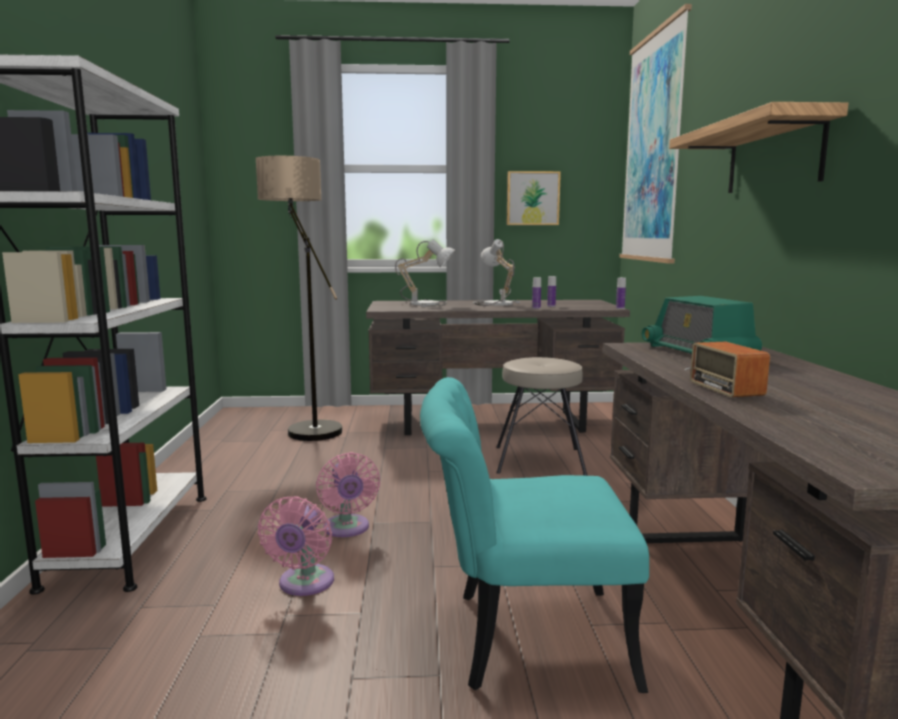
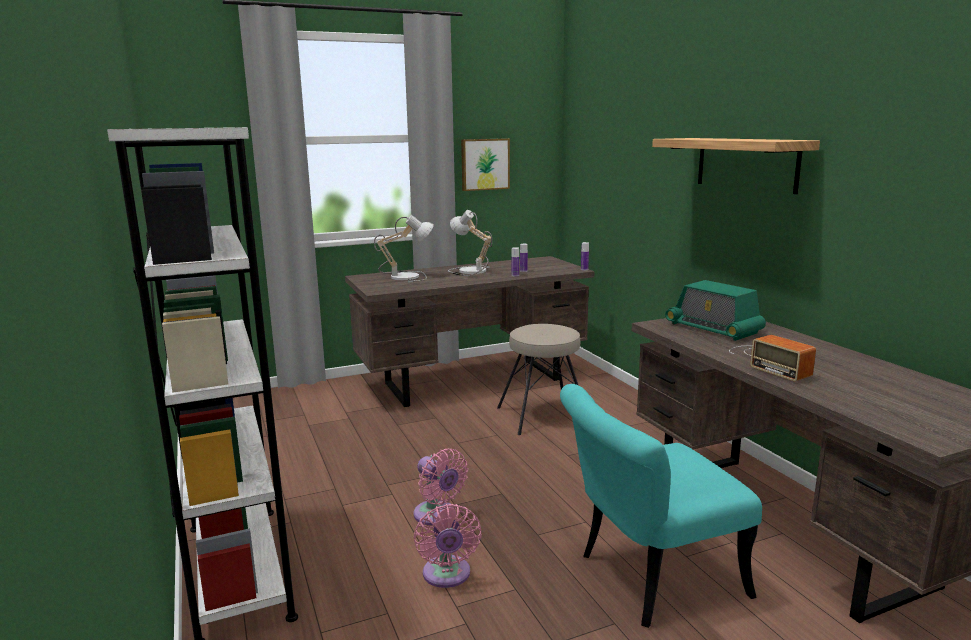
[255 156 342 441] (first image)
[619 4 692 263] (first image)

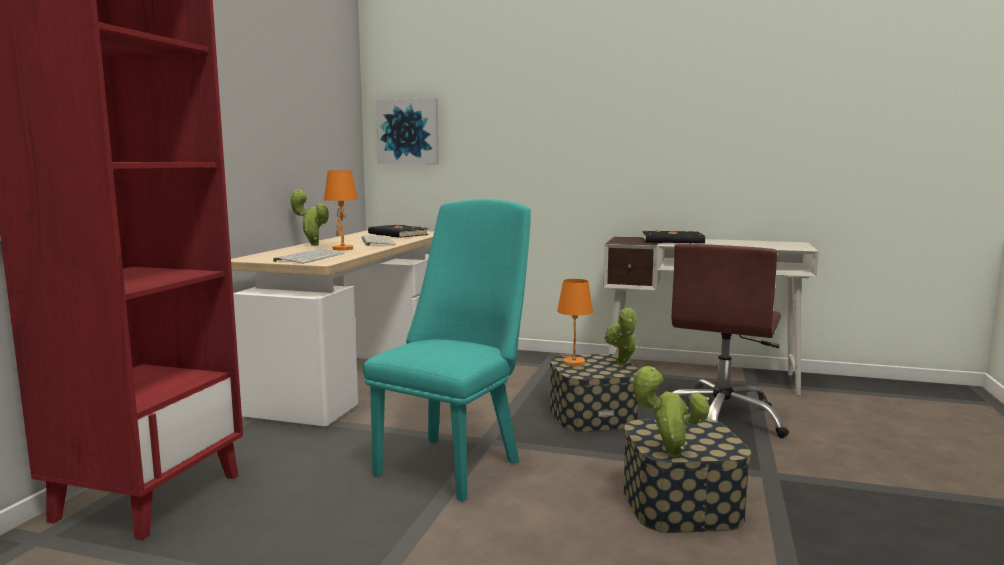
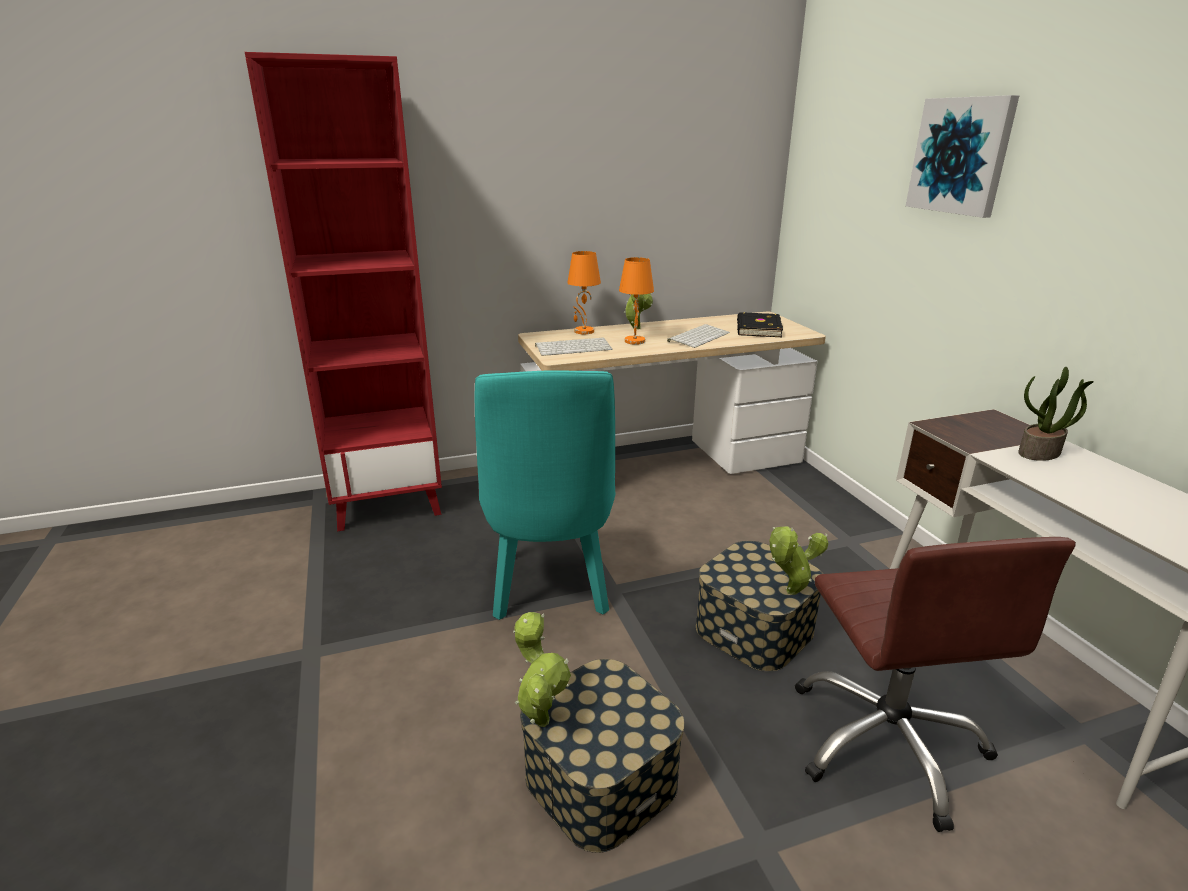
[475 371 615 620]
[567 251 601 334]
[795 537 1076 832]
[906 95 1019 218]
[1018 367 1094 461]

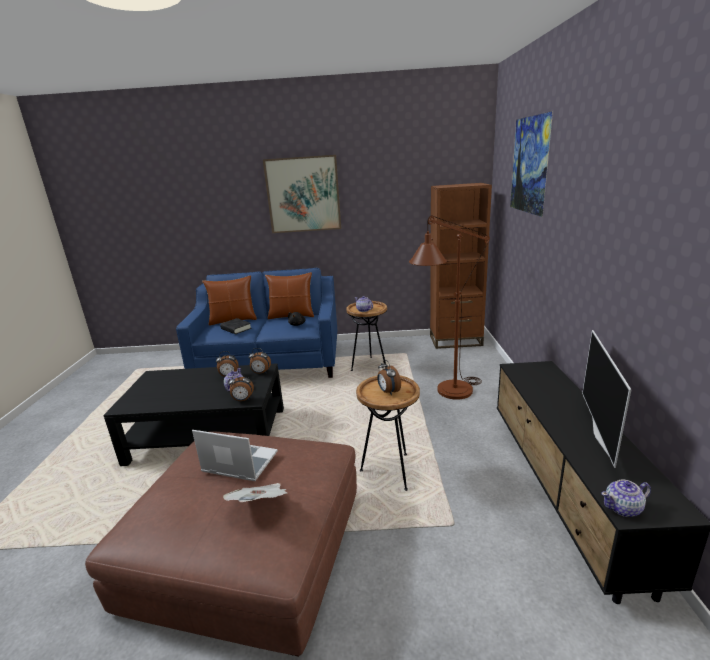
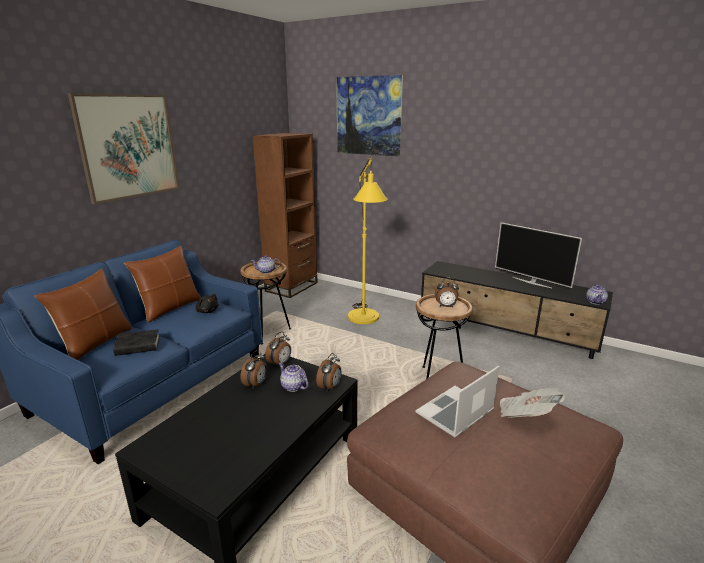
[348 157 388 324]

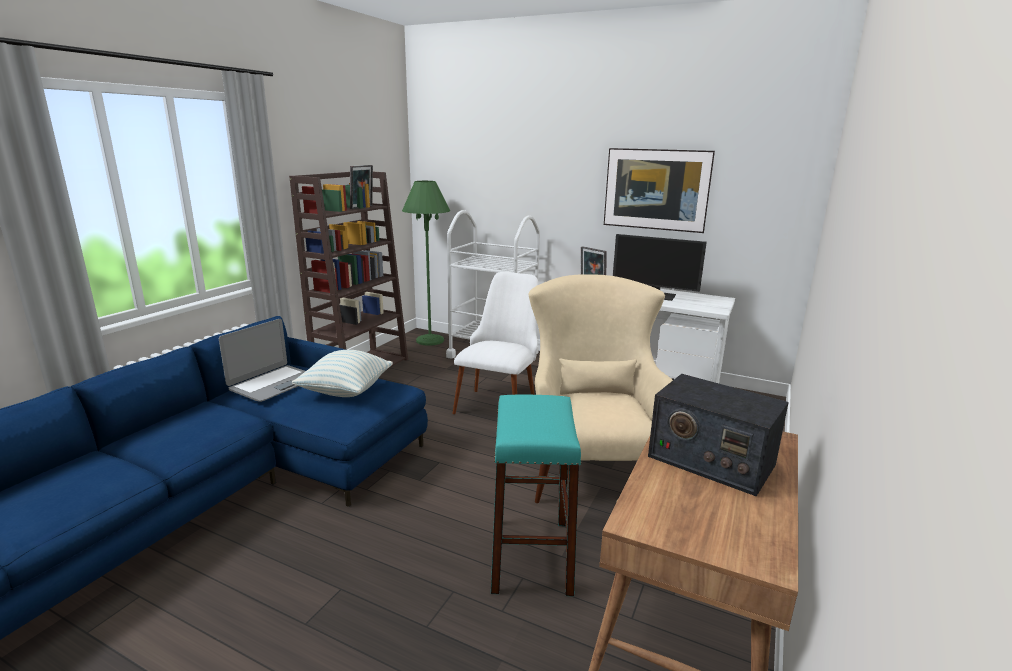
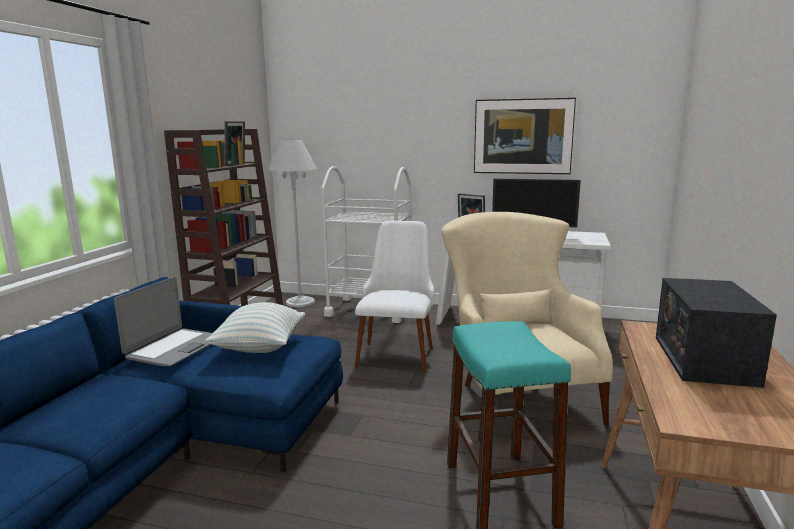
[268 140 317 307]
[656 278 777 388]

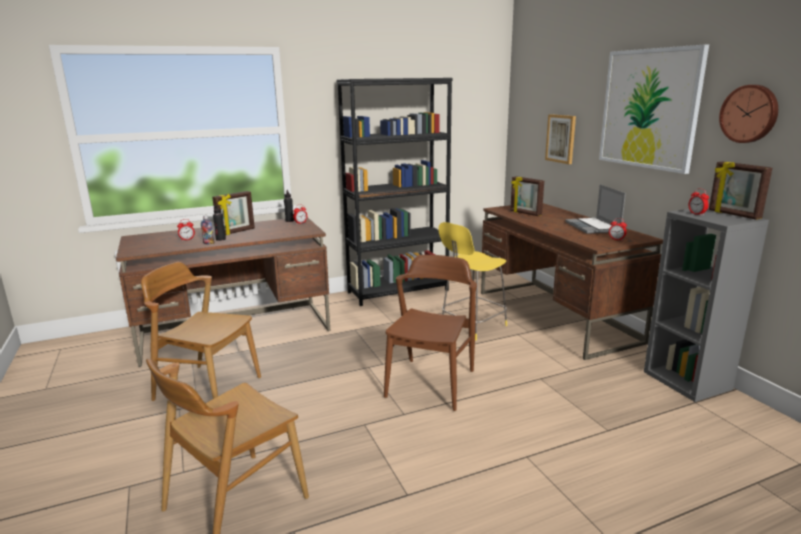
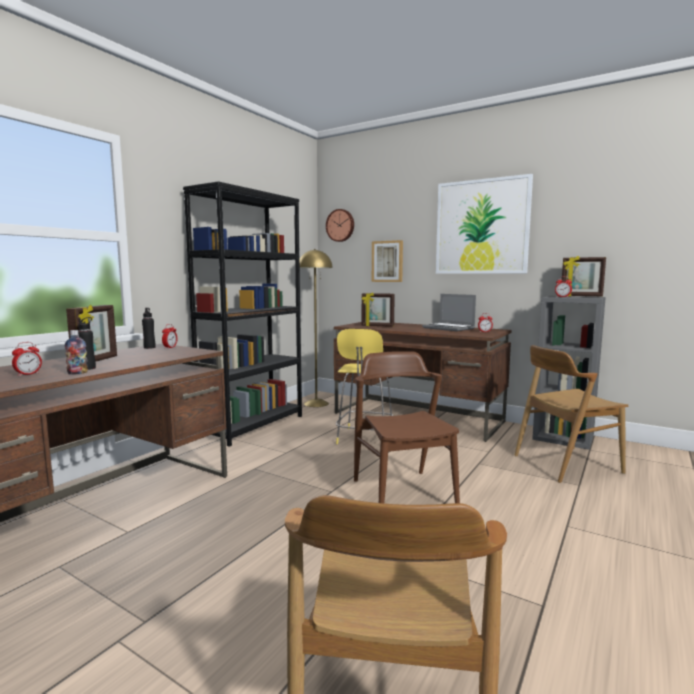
[300 249 333 407]
[326 209 354 242]
[514 345 628 483]

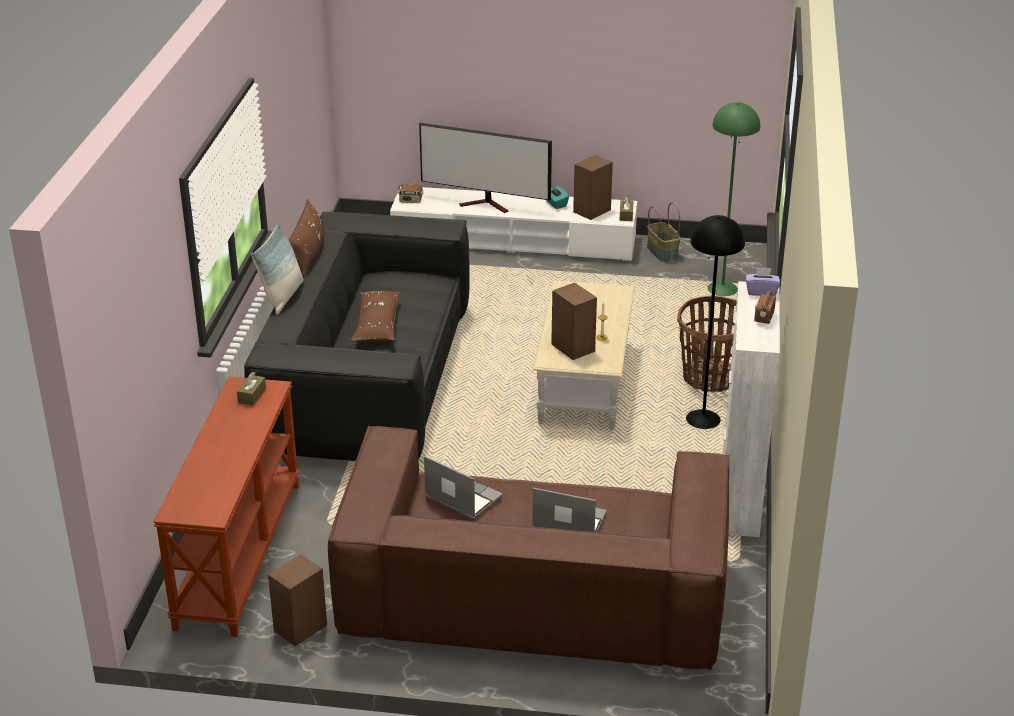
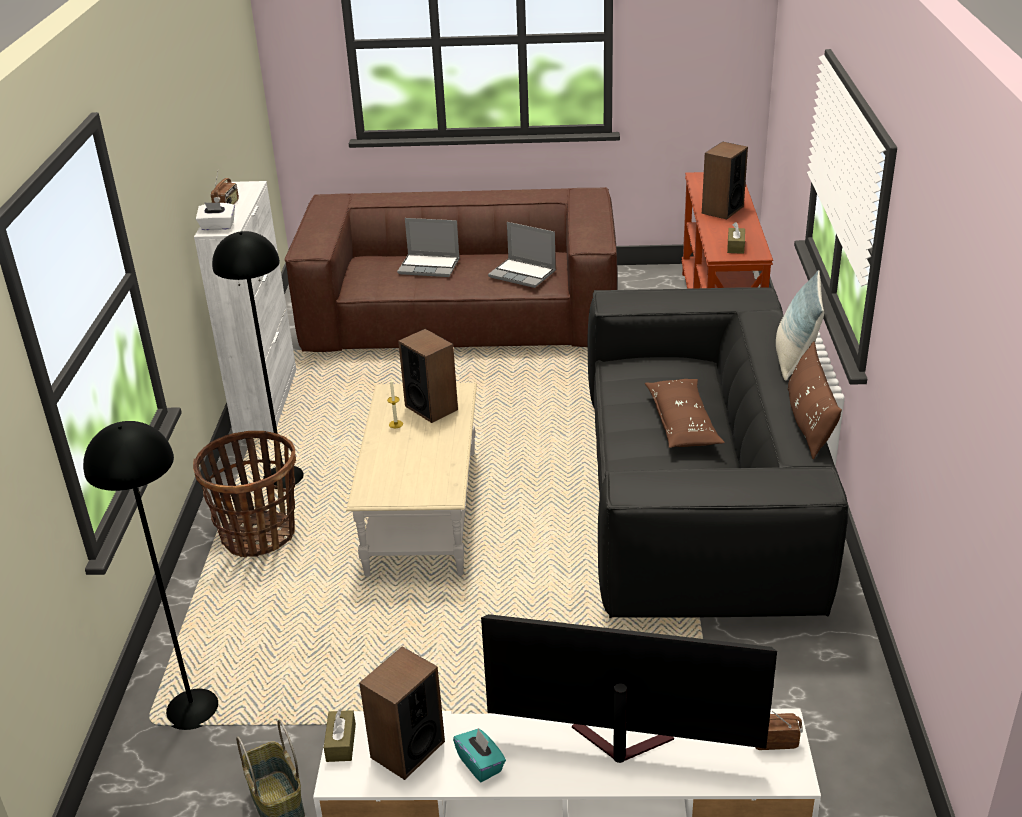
[83 421 218 730]
[196 202 235 230]
[702 141 748 220]

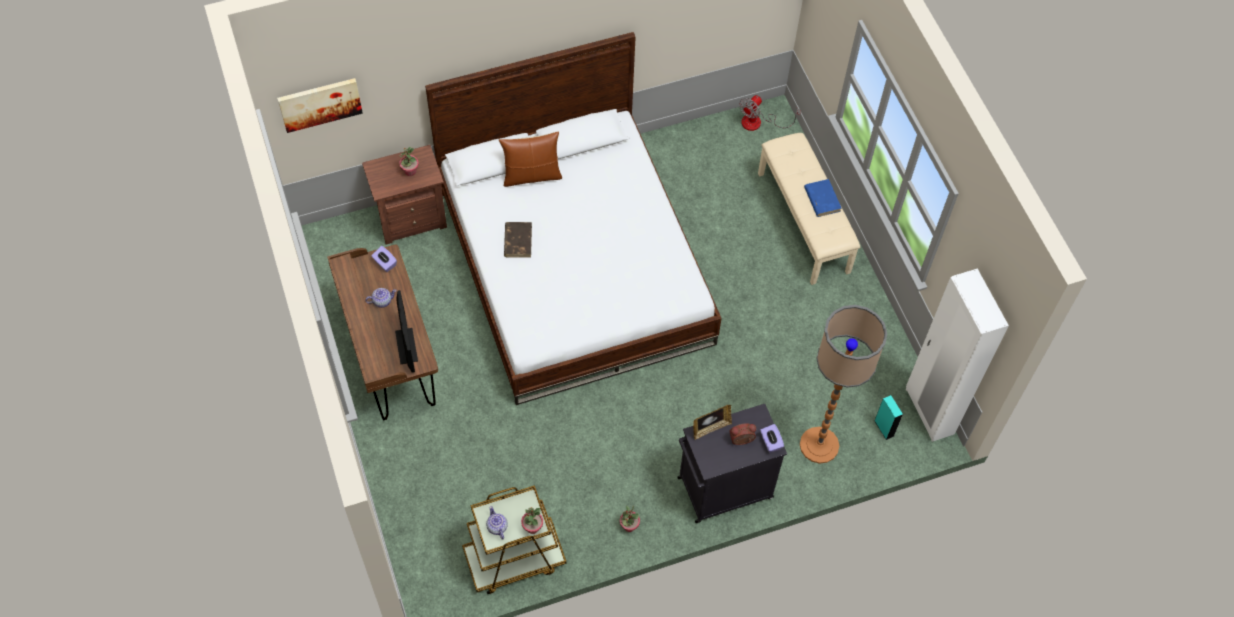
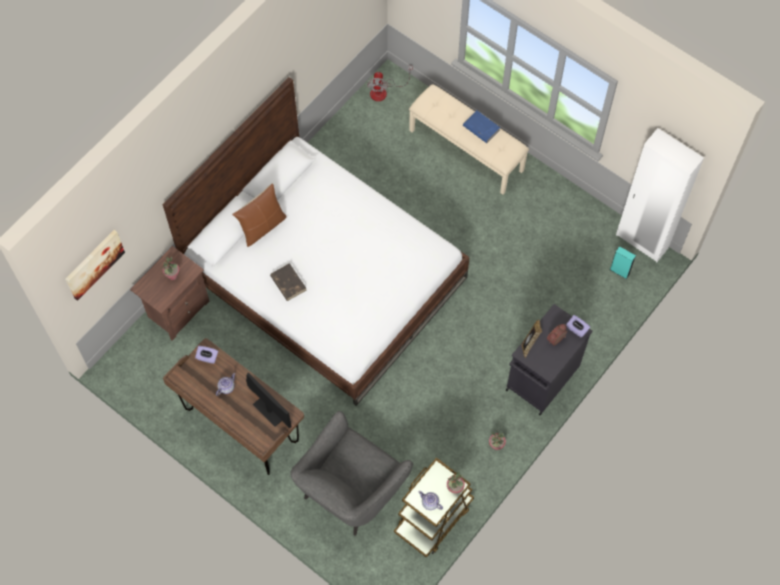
[290 411 413 536]
[800 305 887 464] (first image)

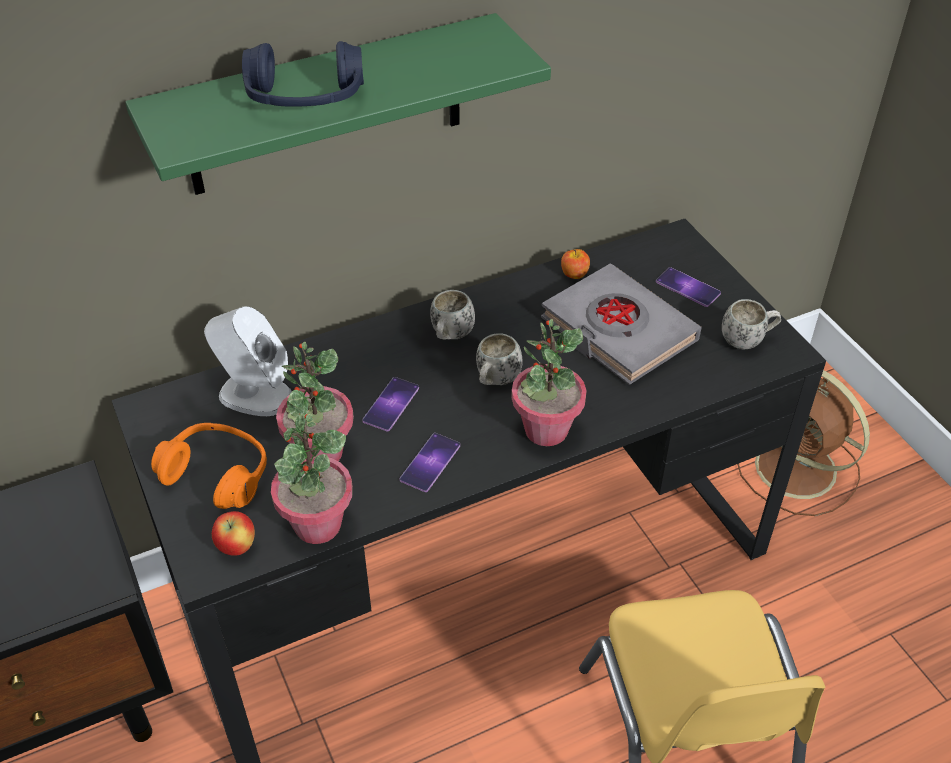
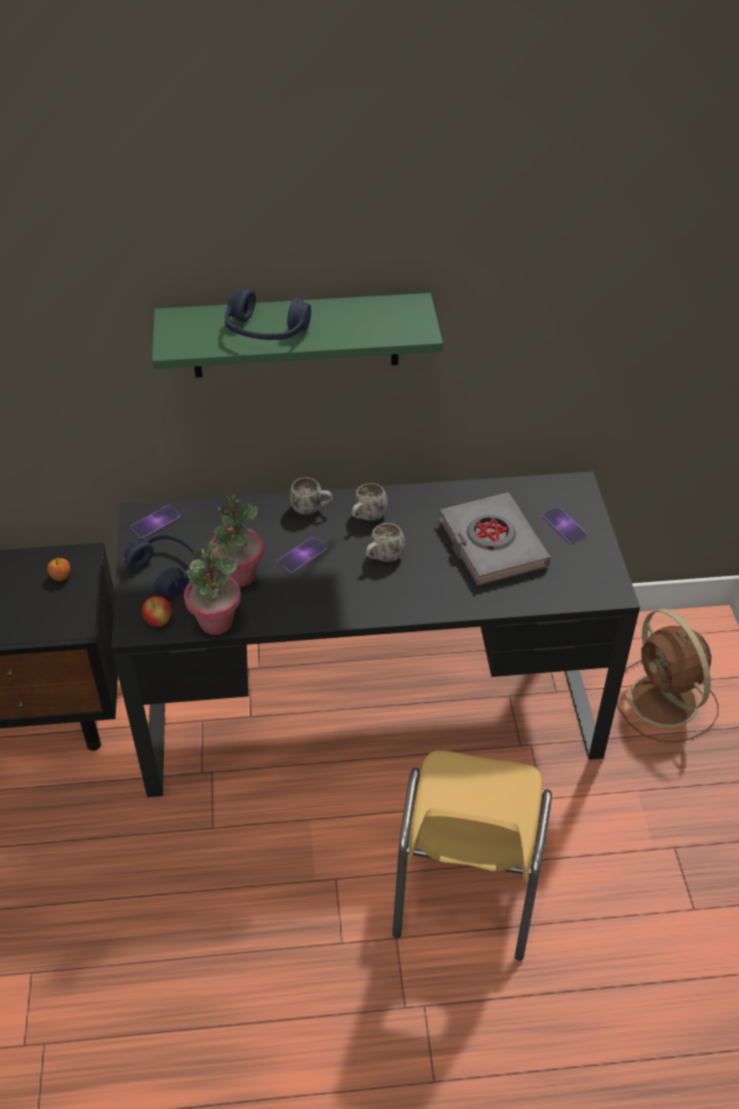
[47 558 71 581]
[124 534 199 597]
[130 505 181 539]
[289 477 333 515]
[204 306 292 416] (first image)
[511 319 587 446] (first image)

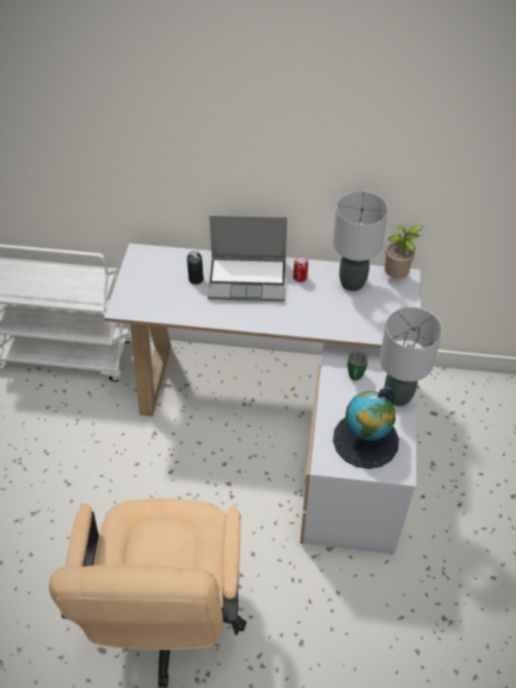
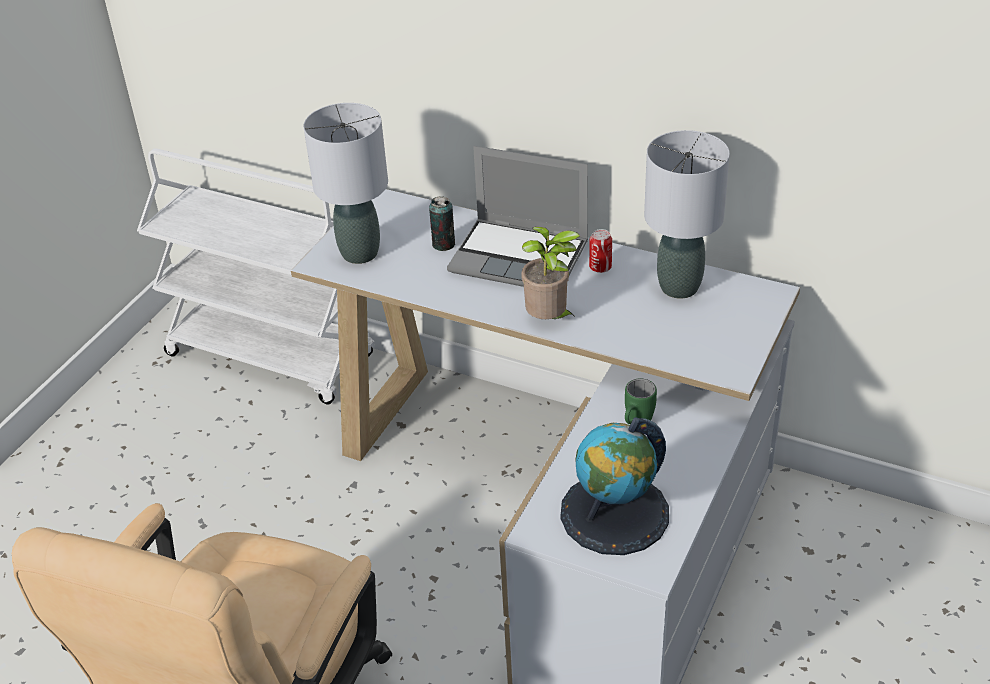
[303 103 388 264]
[521 227 581 319]

